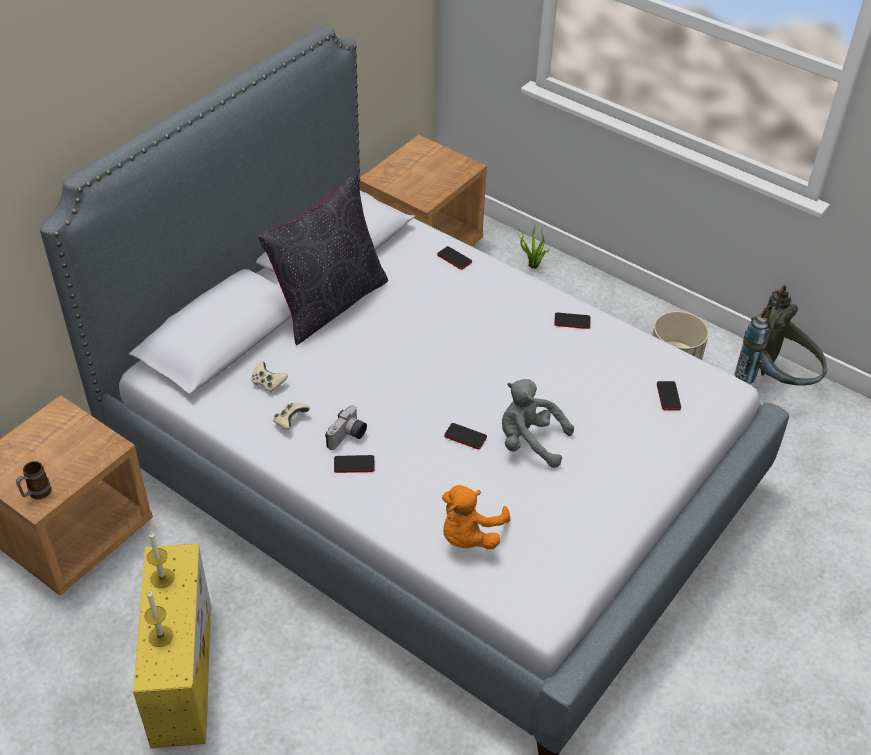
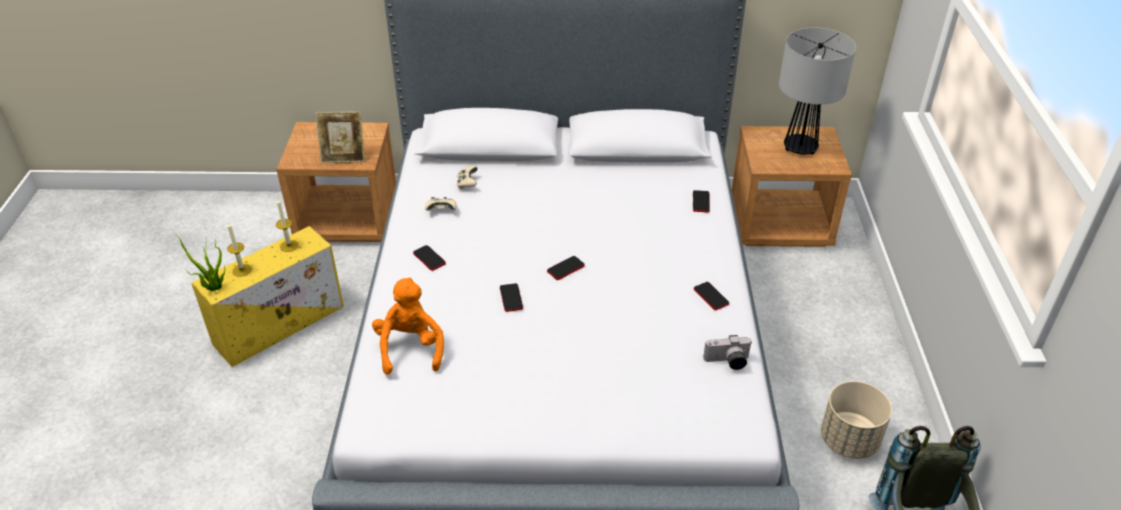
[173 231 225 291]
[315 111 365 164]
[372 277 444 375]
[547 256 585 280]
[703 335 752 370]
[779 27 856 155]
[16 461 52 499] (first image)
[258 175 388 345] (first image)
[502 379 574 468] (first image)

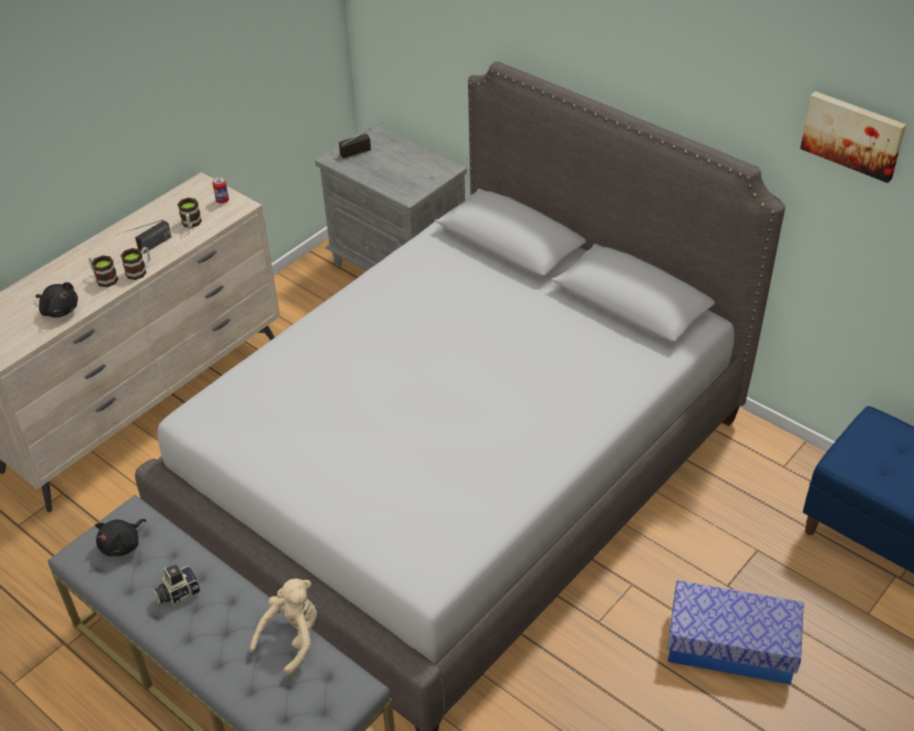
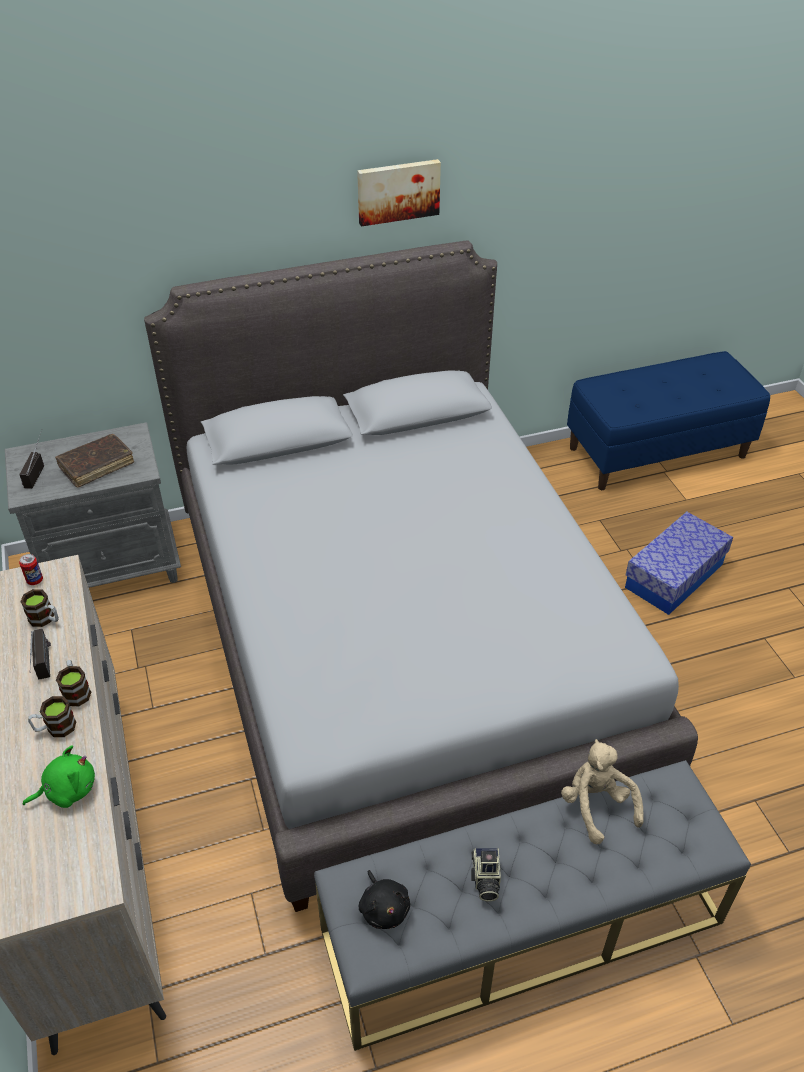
[23 745 95 808]
[55 434 134 488]
[357 159 441 227]

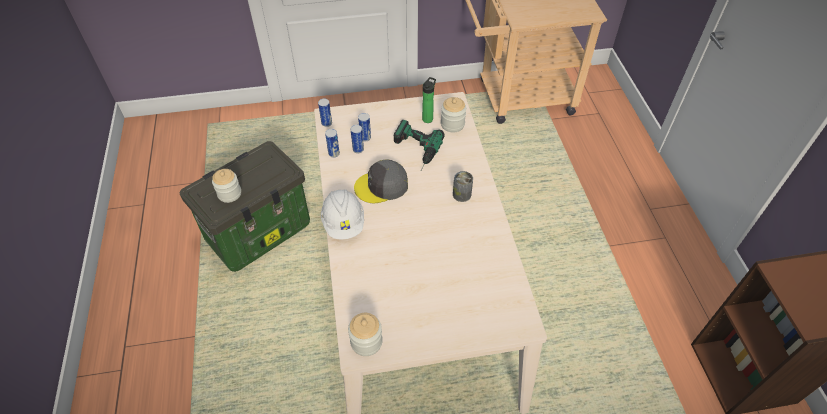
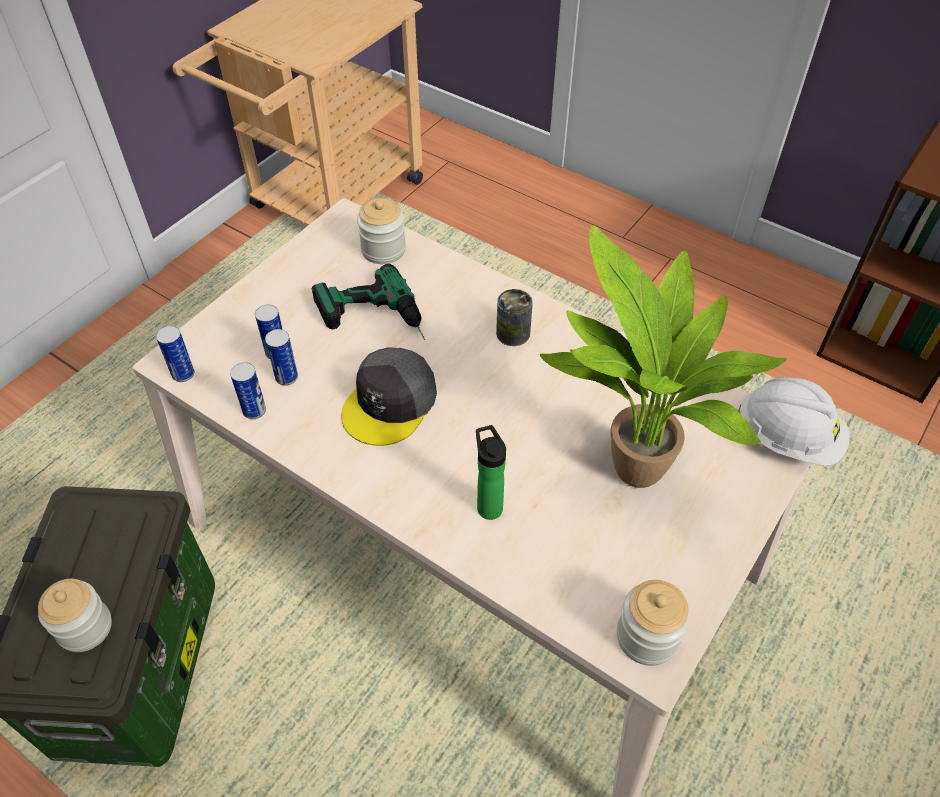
[476 425 506 520]
[540 225 787 488]
[738 377 850 466]

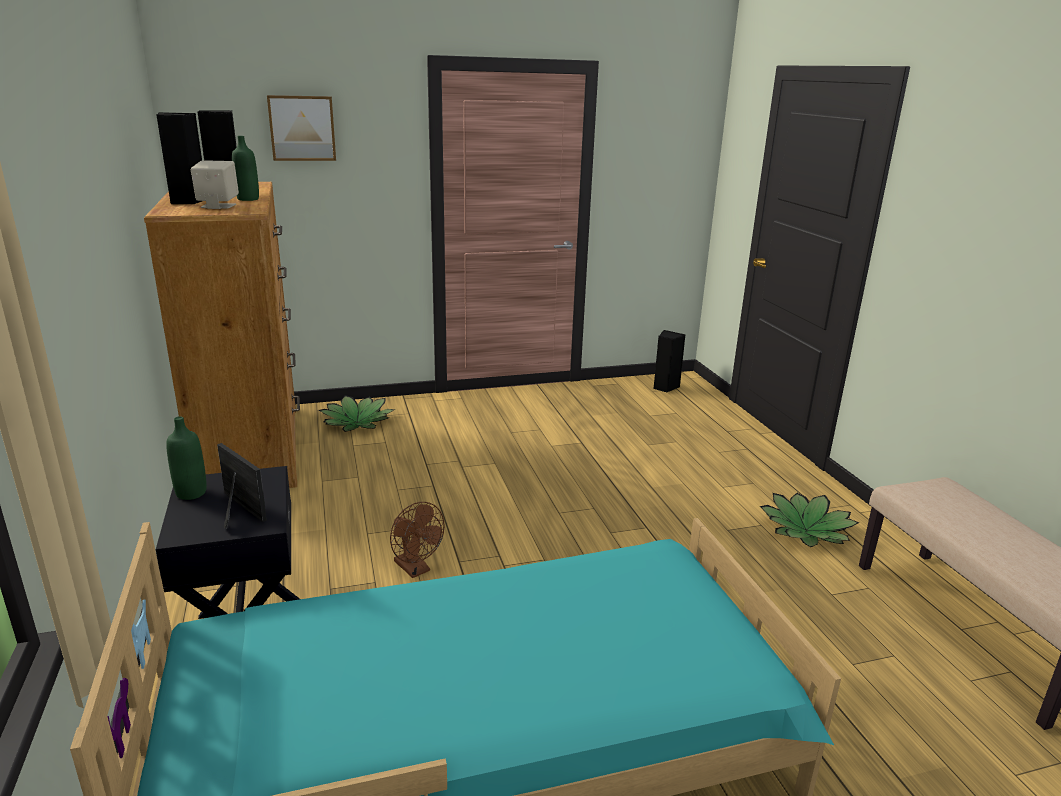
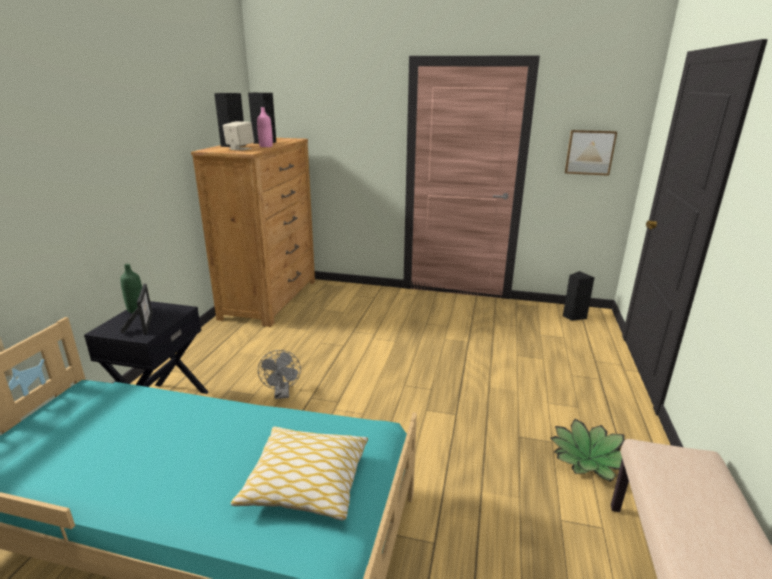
[231 427 368 520]
[257 107 273 147]
[258 350 301 399]
[565 130 617 176]
[319 395 394 432] (first image)

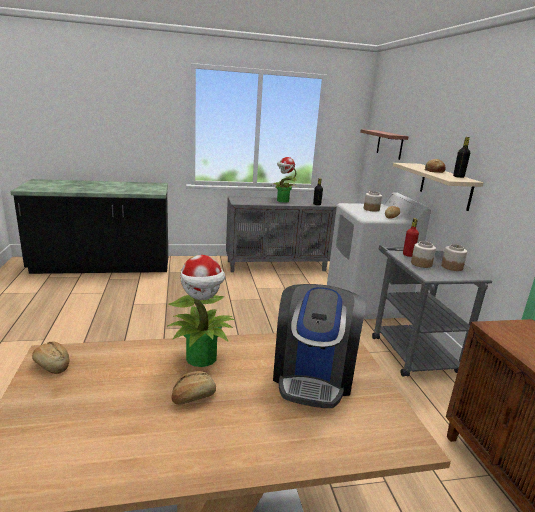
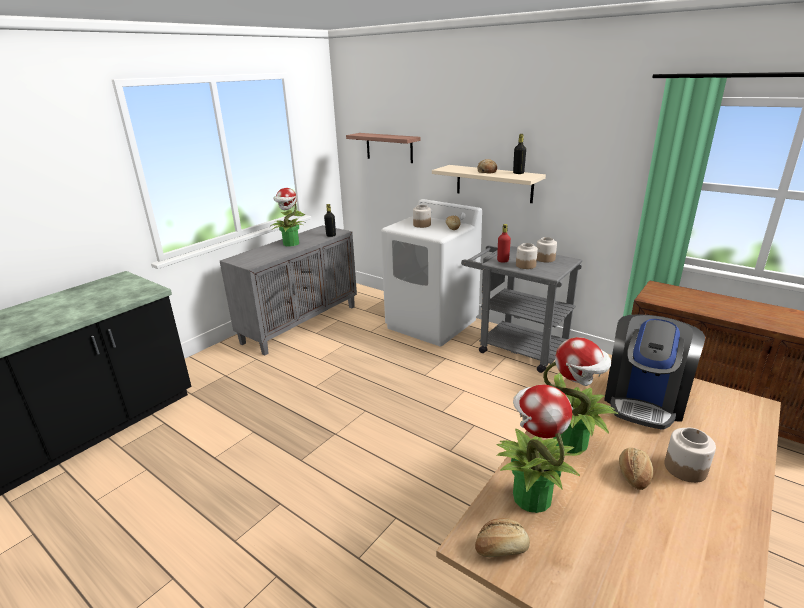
[496 385 584 513]
[604 314 705 430]
[664 428 716 483]

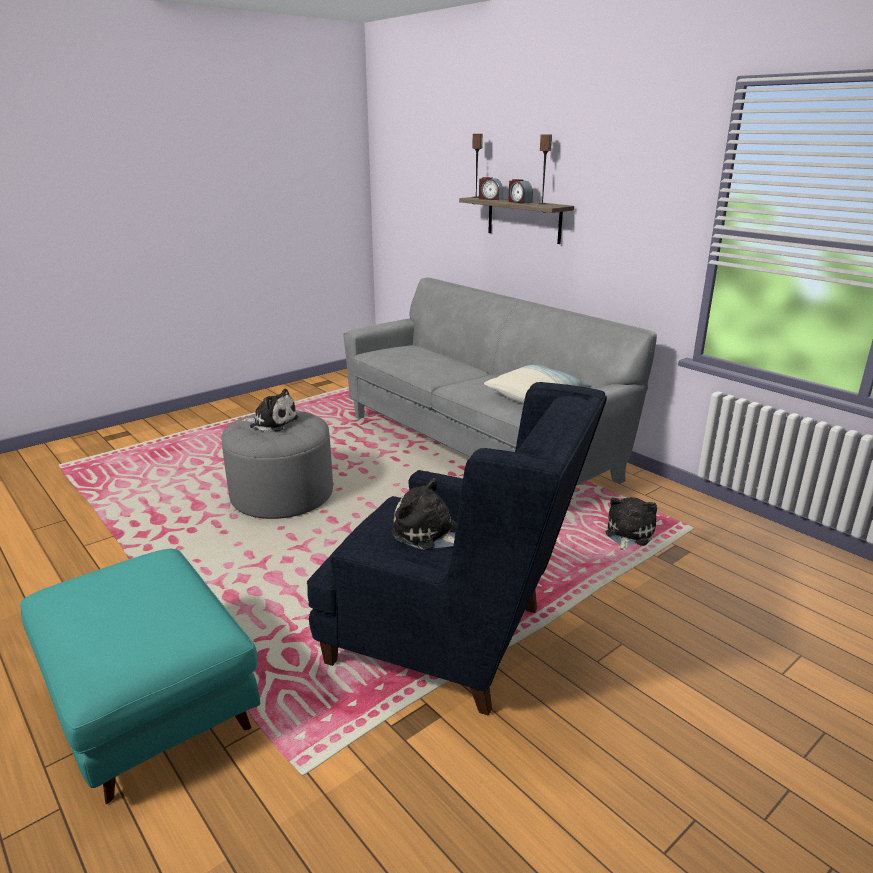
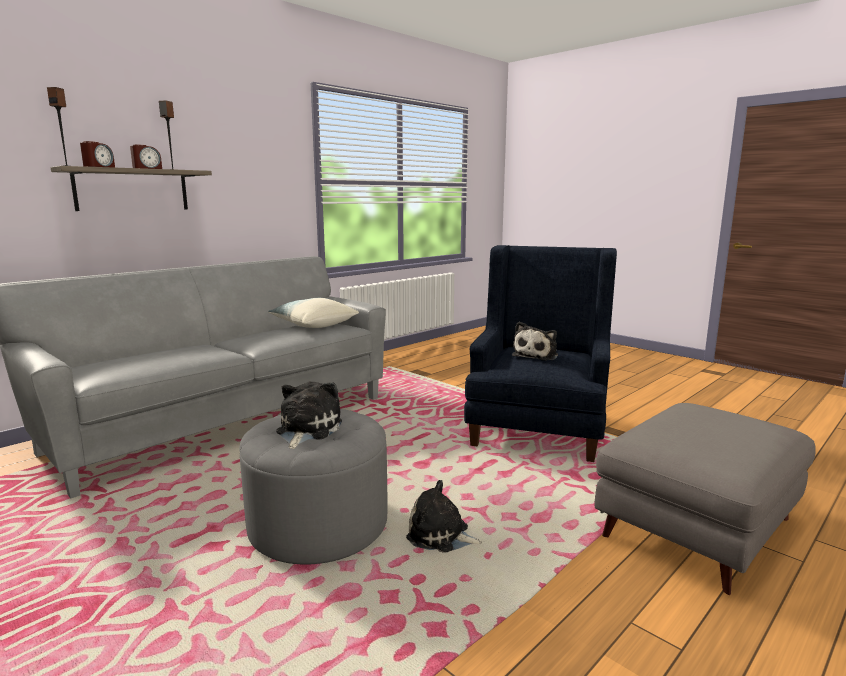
[406 480 484 553]
[594 403 816 595]

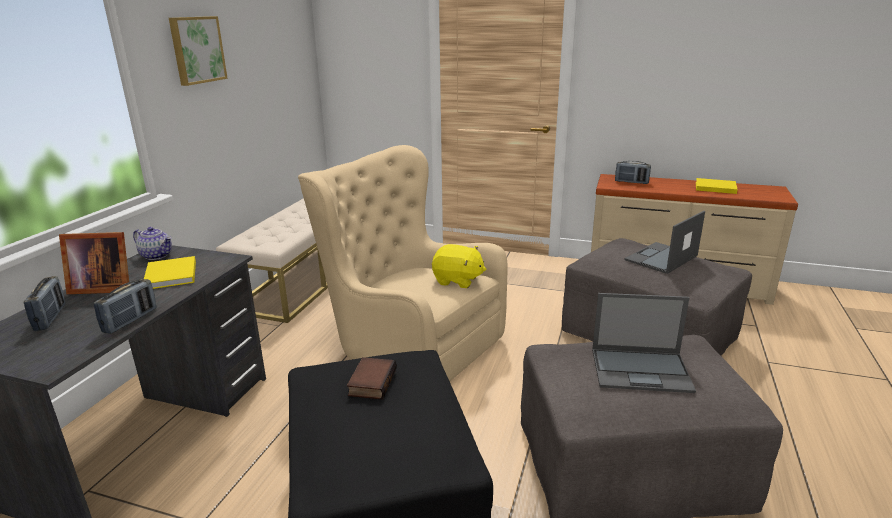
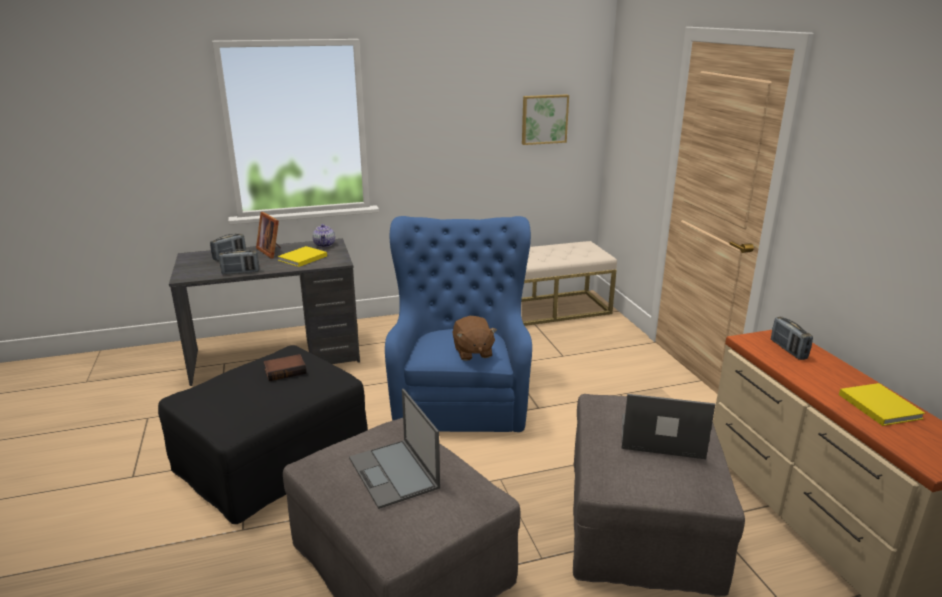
[385 216 532 432]
[453 316 497 361]
[522 94 569 145]

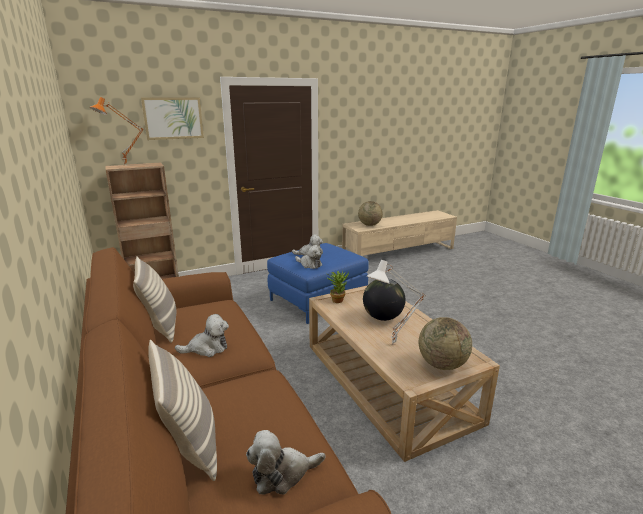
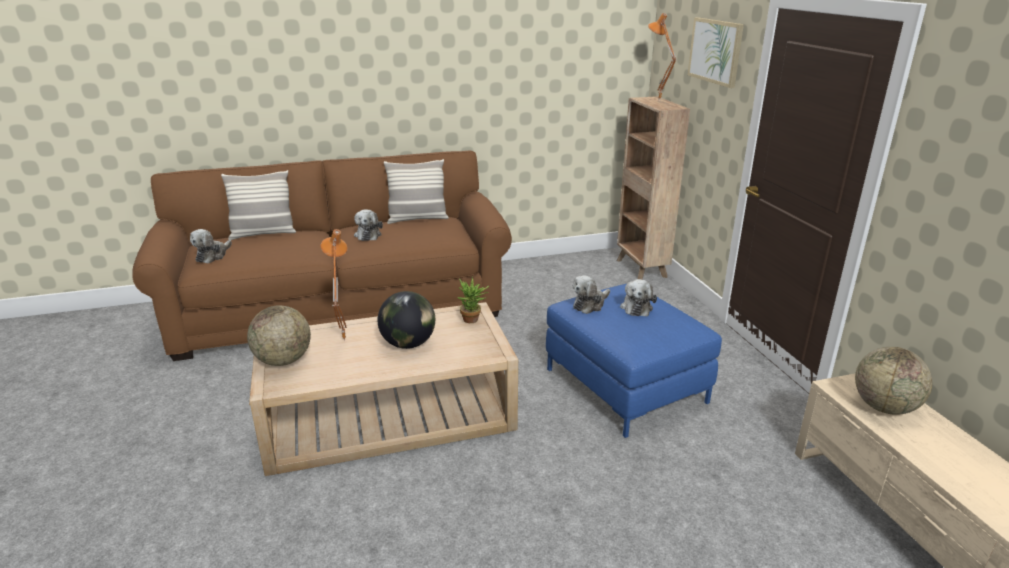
[190 229 232 263]
[320 229 348 342]

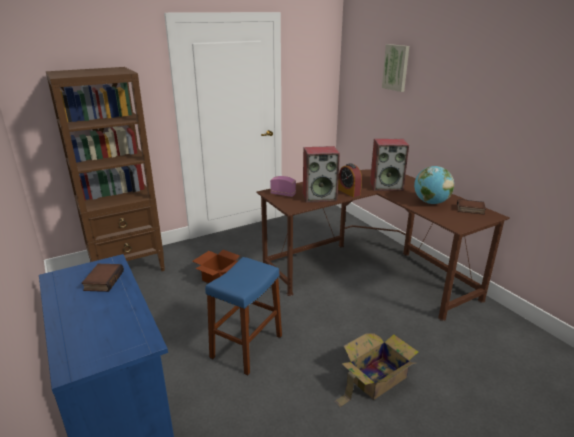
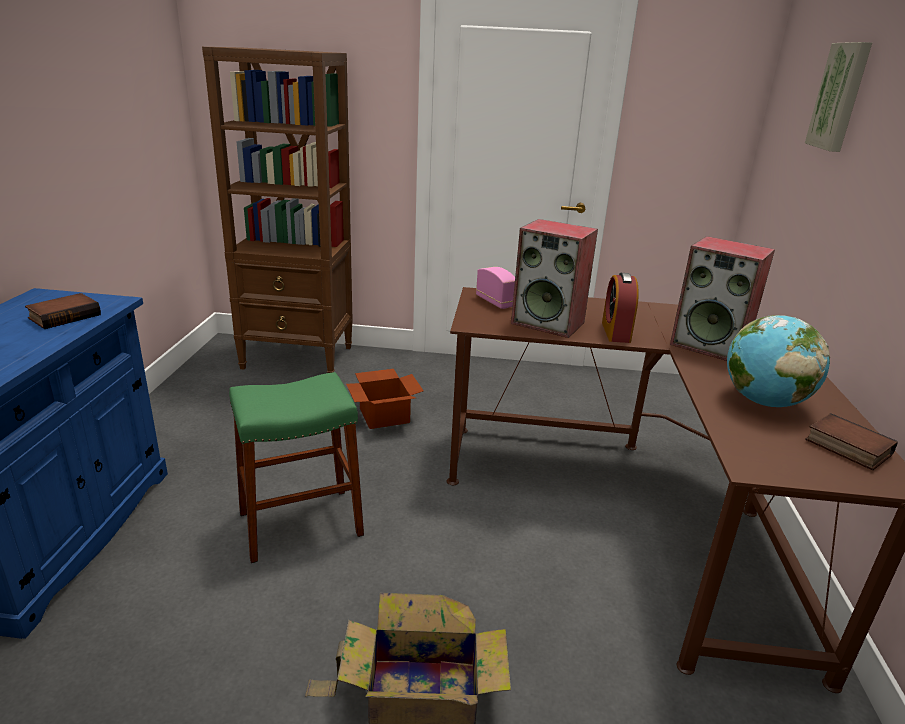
[229 372 364 563]

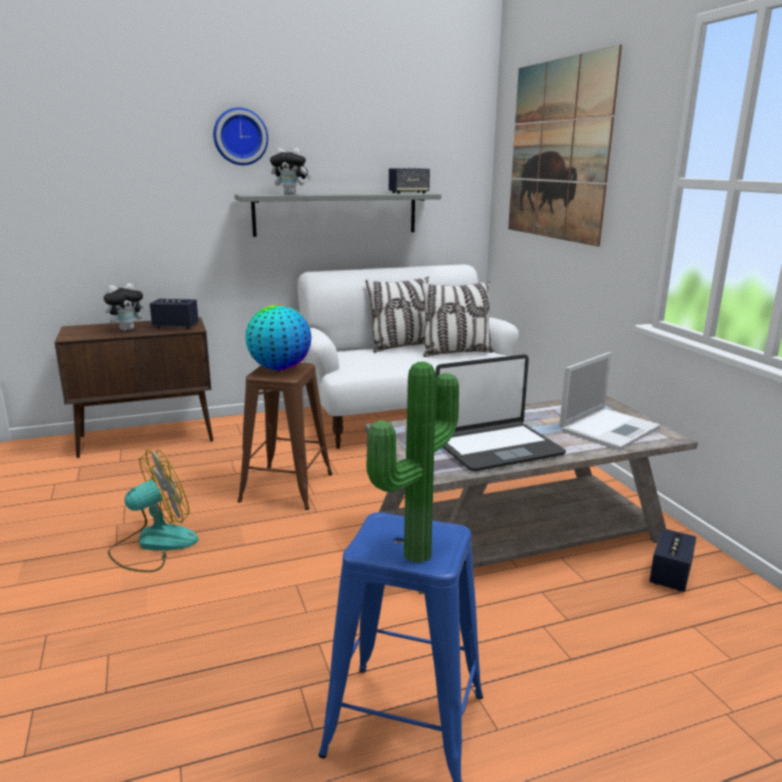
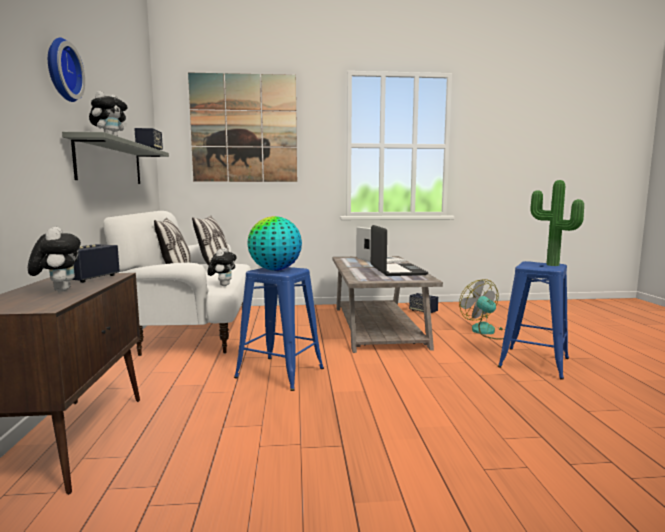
[207 248 237 286]
[234 267 324 391]
[459 279 504 340]

